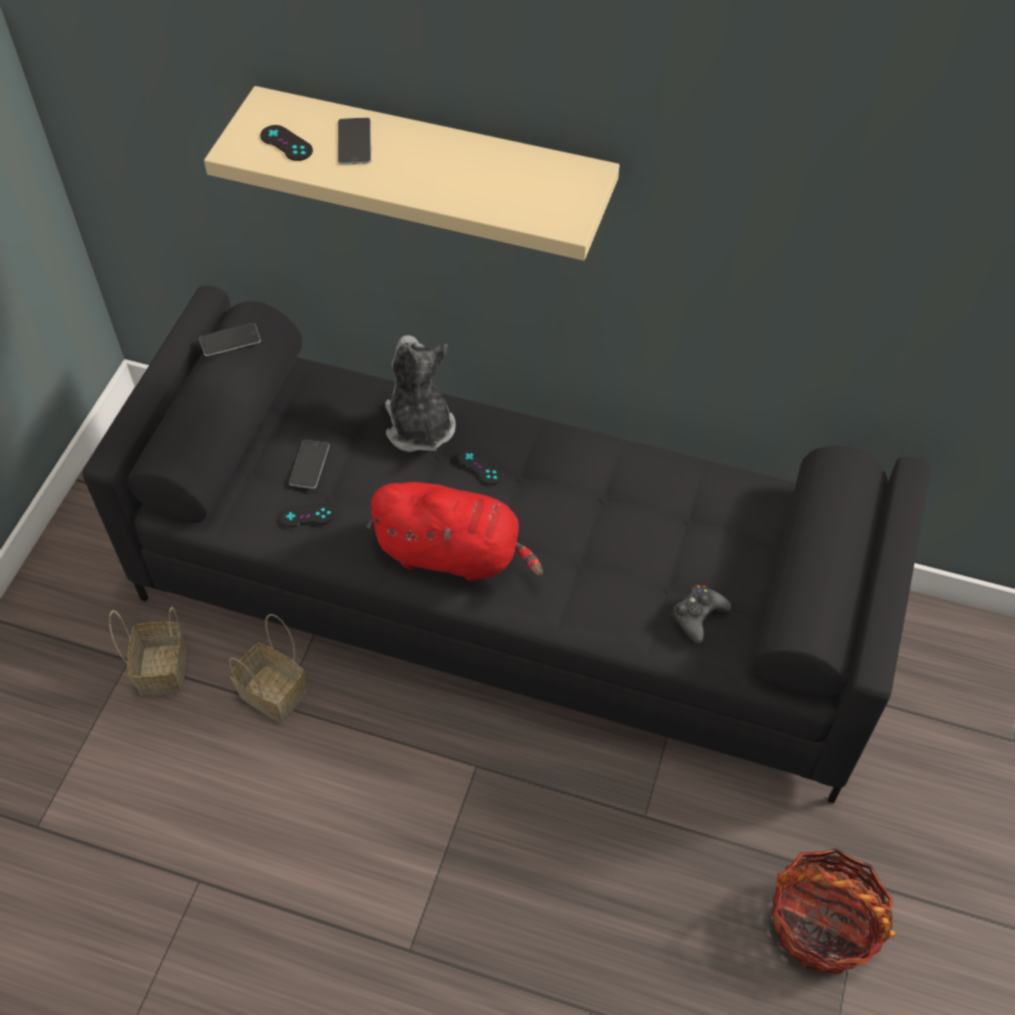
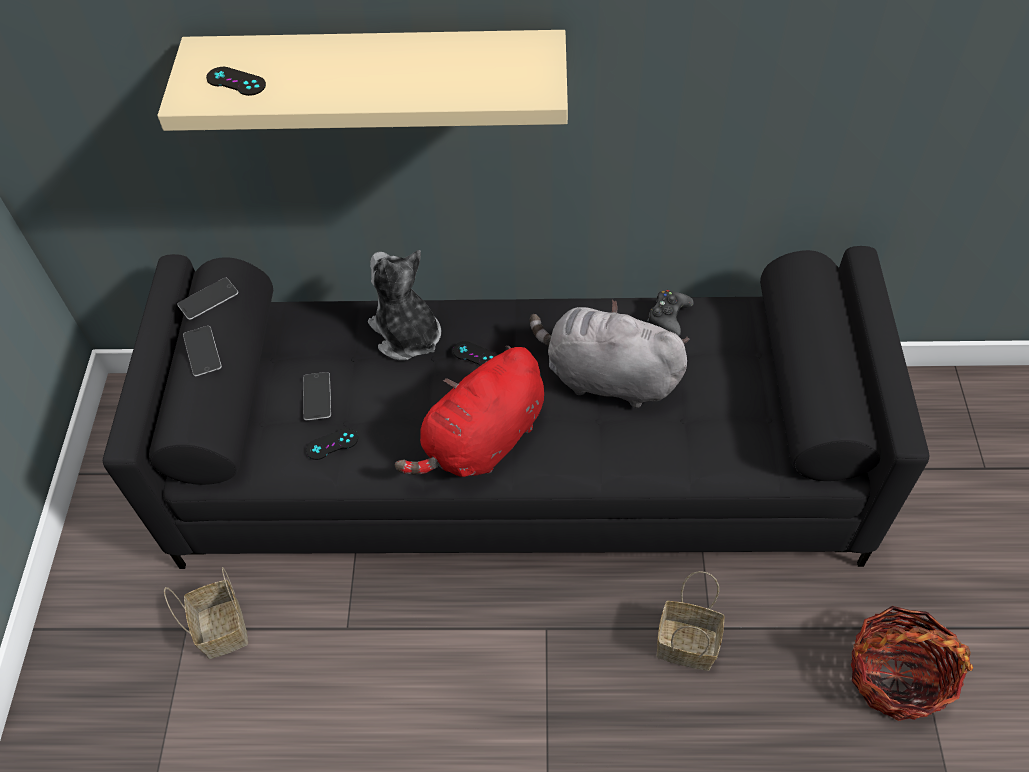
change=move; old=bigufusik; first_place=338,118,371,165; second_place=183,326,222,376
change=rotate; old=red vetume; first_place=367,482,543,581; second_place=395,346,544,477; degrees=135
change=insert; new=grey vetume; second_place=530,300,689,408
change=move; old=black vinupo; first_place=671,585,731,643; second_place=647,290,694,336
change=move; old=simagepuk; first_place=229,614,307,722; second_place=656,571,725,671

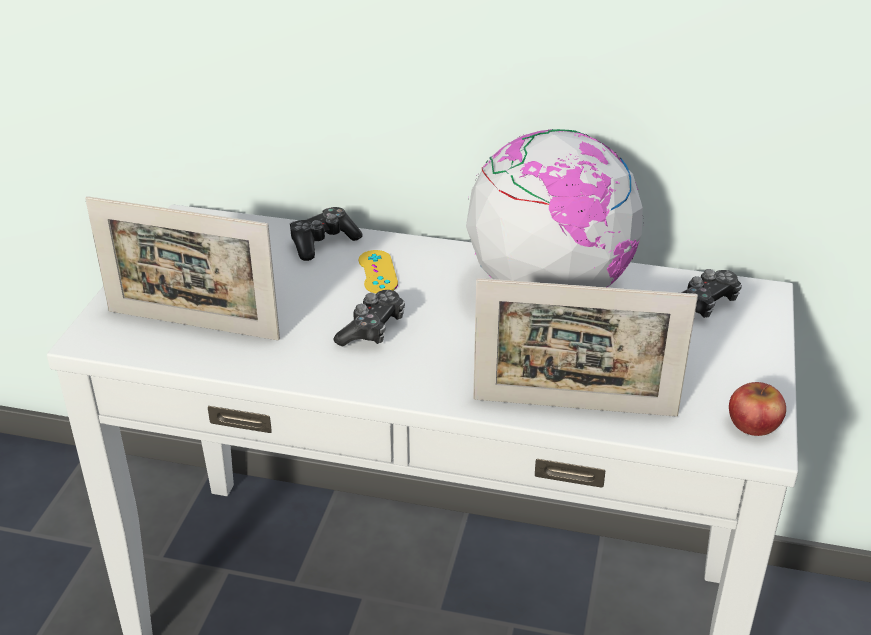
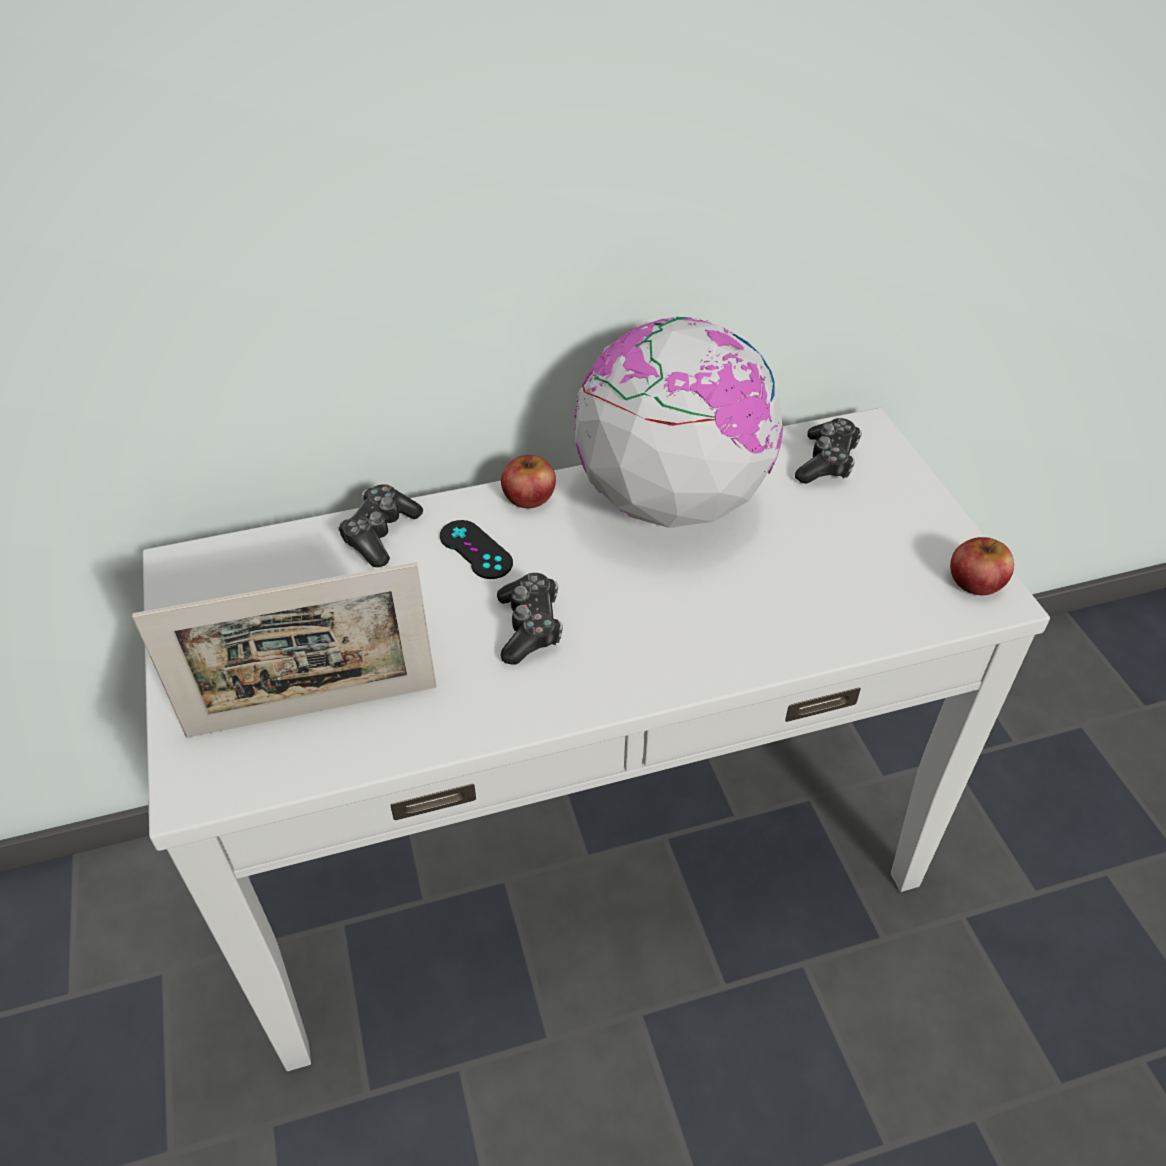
change=recolor; old=yellow vinupo; new=black vinupo; first_place=359,250,398,294; second_place=440,520,513,579
change=insert; new=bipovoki; second_place=501,455,556,508
change=delete; old=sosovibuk; first_place=473,278,698,417

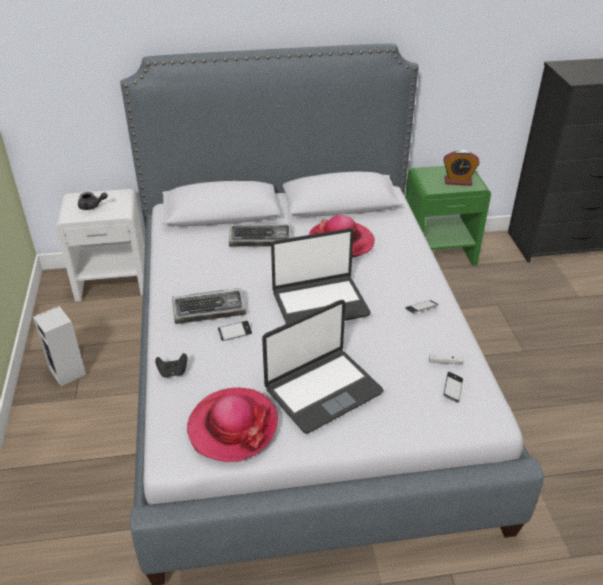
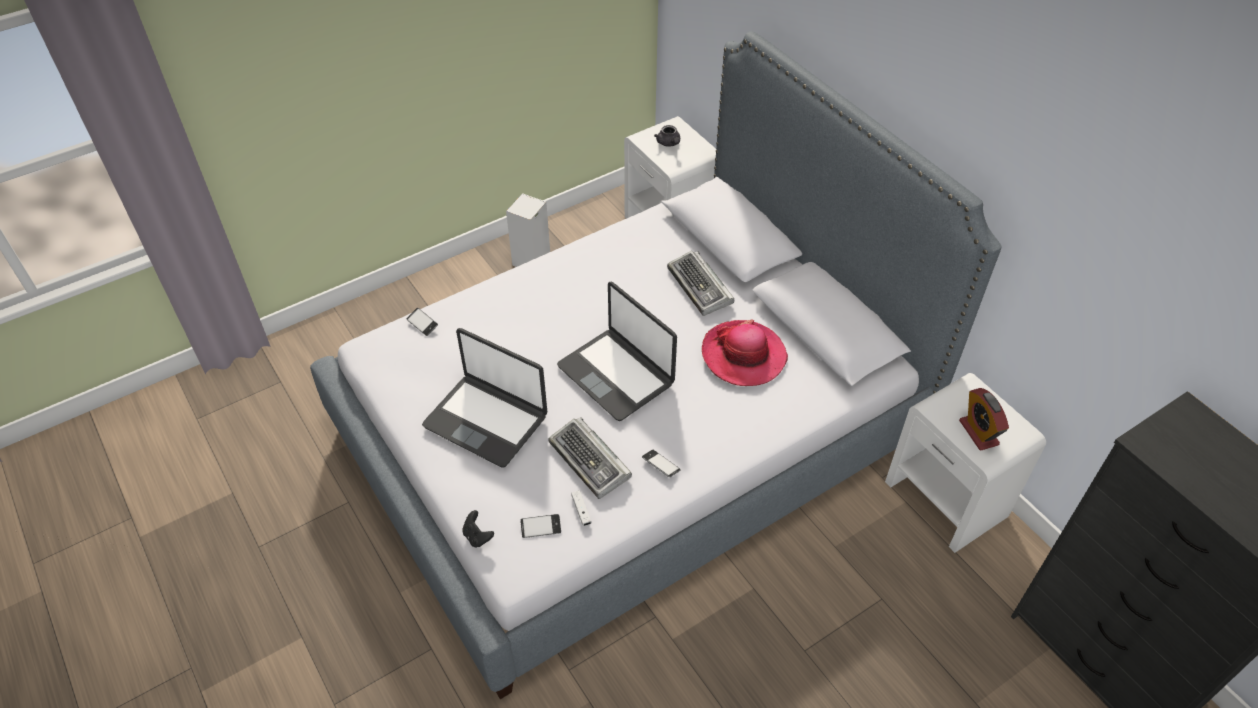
change=move; old=bigufusik; first_place=218,321,252,341; second_place=407,308,438,336
change=move; old=black vinupo; first_place=155,353,187,378; second_place=462,510,494,548
change=move; old=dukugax; first_place=172,288,246,324; second_place=548,417,632,499
change=recolor; old=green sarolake; new=white sarolake; first_place=405,166,491,266; second_place=885,373,1046,553
change=delete; old=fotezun; first_place=187,388,278,462

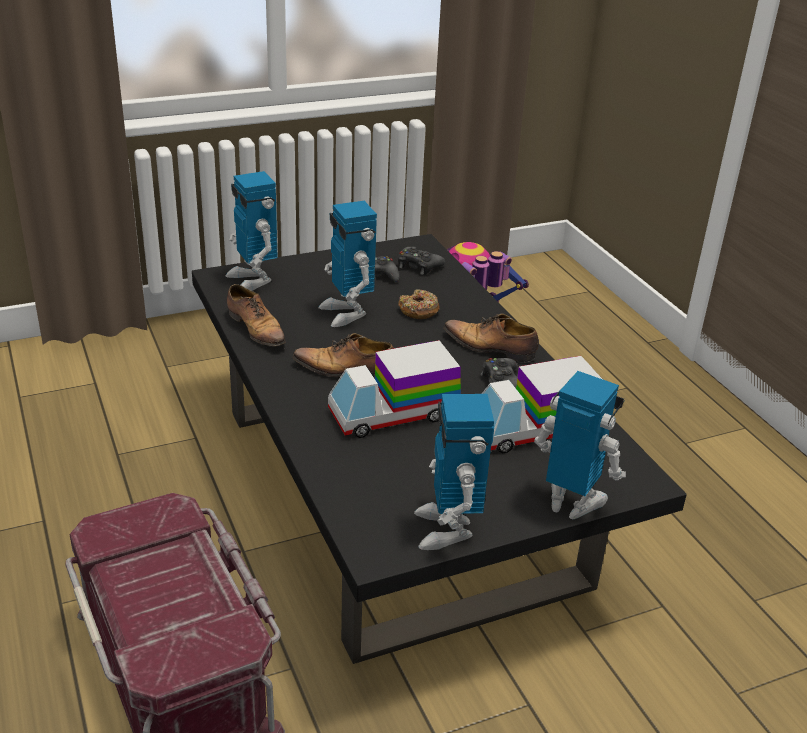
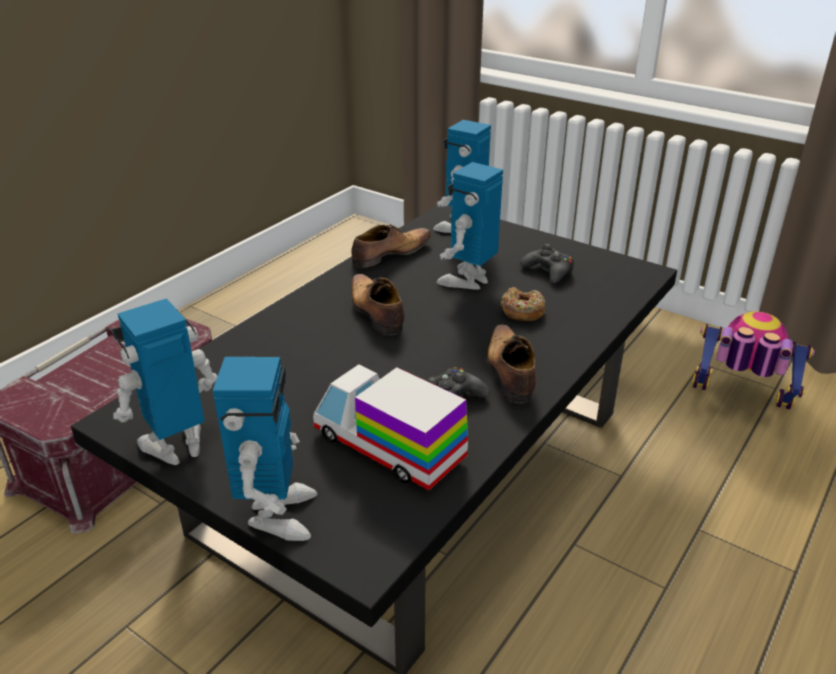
change=rotate; old=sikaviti; first_place=227,284,286,346; second_place=352,224,432,268; degrees=-150
change=delete; old=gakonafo; first_place=328,340,461,438
change=delete; old=black vinupo; first_place=398,246,445,275

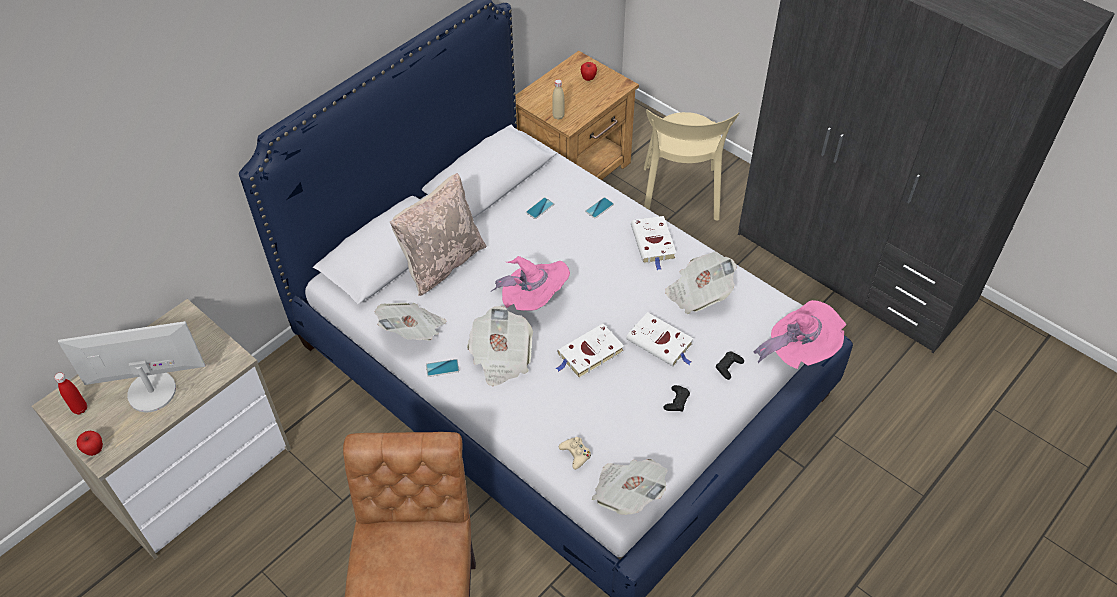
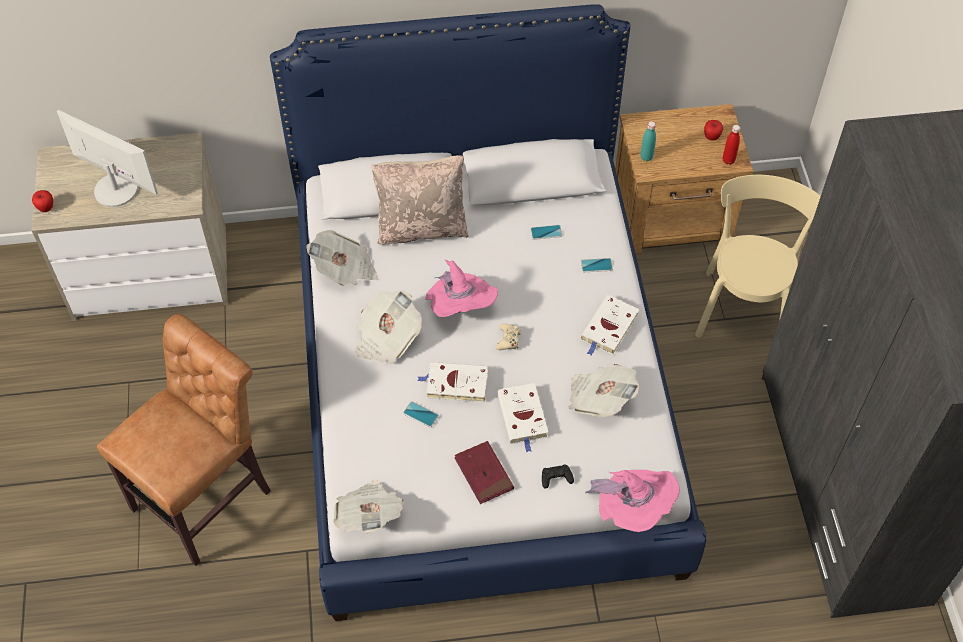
change=move; old=bigufusik; first_place=426,359,459,377; second_place=403,401,439,427
change=replace; old=black vinupo; new=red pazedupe; first_place=664,385,690,412; second_place=454,441,514,504
change=move; old=beige vinupo; first_place=559,437,591,470; second_place=496,324,521,350
change=recolor; old=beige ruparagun; new=turquoise ruparagun; first_place=552,79,565,120; second_place=640,121,656,161
change=rotate; old=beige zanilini; first_place=644,109,739,221; second_place=695,175,821,337; degrees=150
change=move; old=red ruparagun; first_place=54,373,87,415; second_place=723,125,740,165

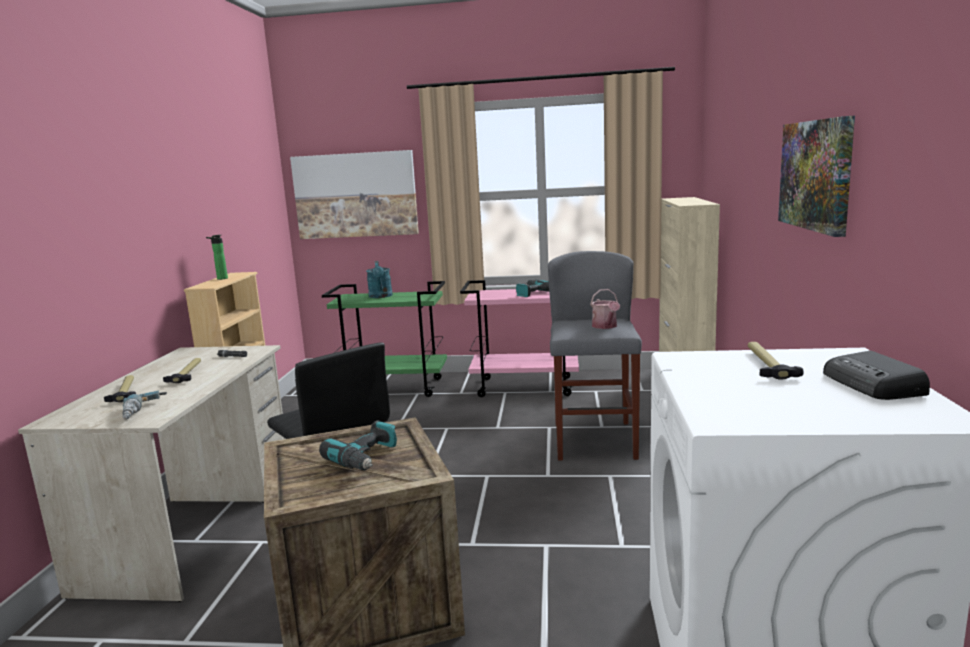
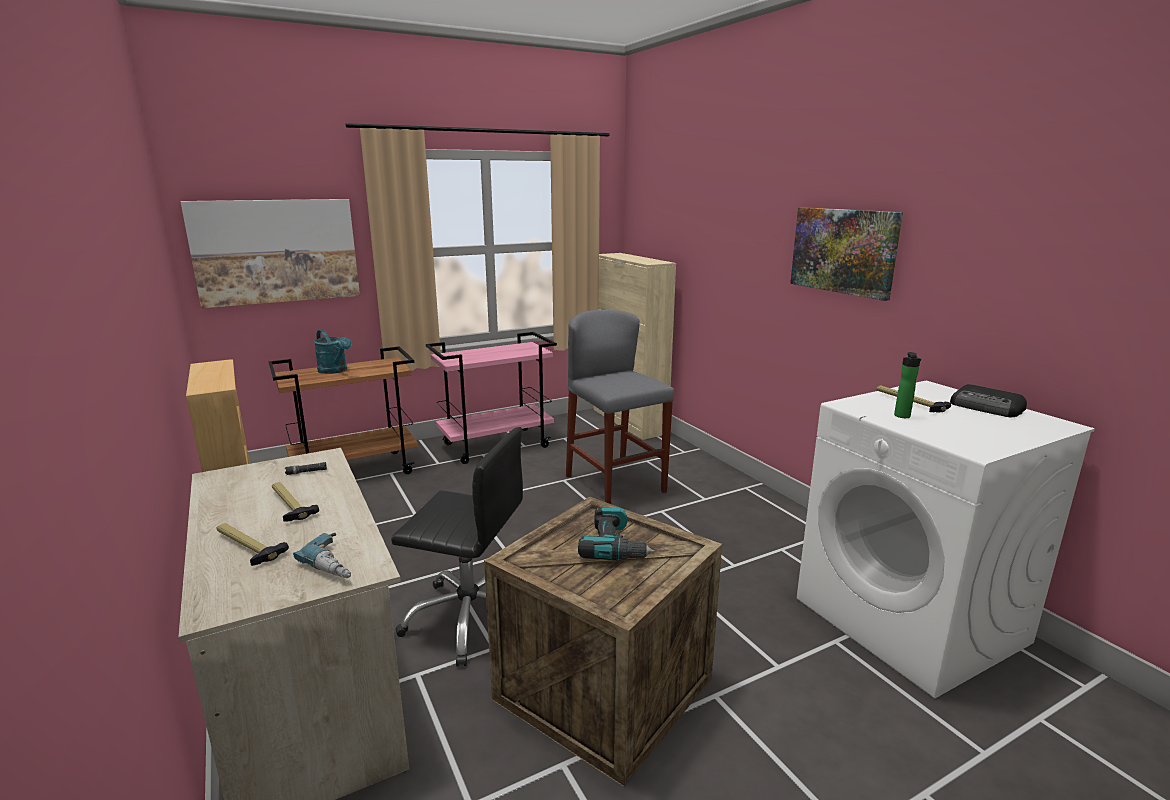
change=recolor; old=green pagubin; new=brown pagubin; first_place=322,281,447,397; second_place=268,346,418,474
change=move; old=ruparagun; first_place=206,235,228,280; second_place=894,352,921,418
change=delete; old=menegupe; first_place=516,280,549,297
change=delete; old=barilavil; first_place=590,289,620,329

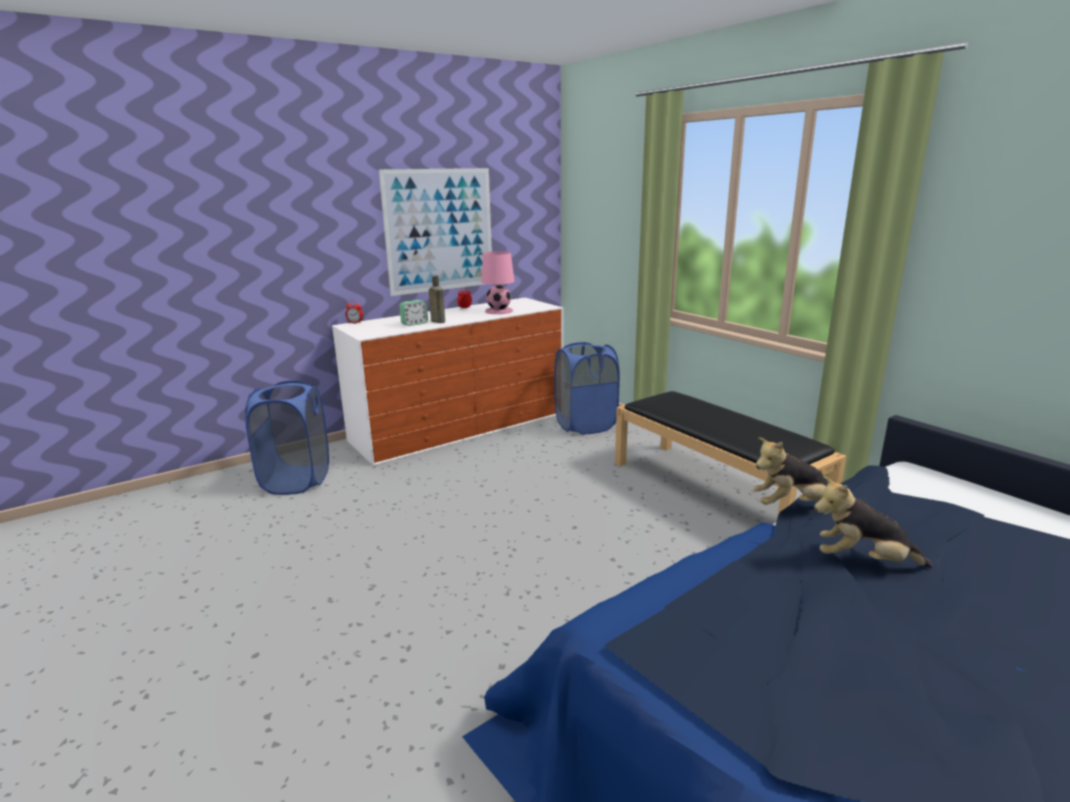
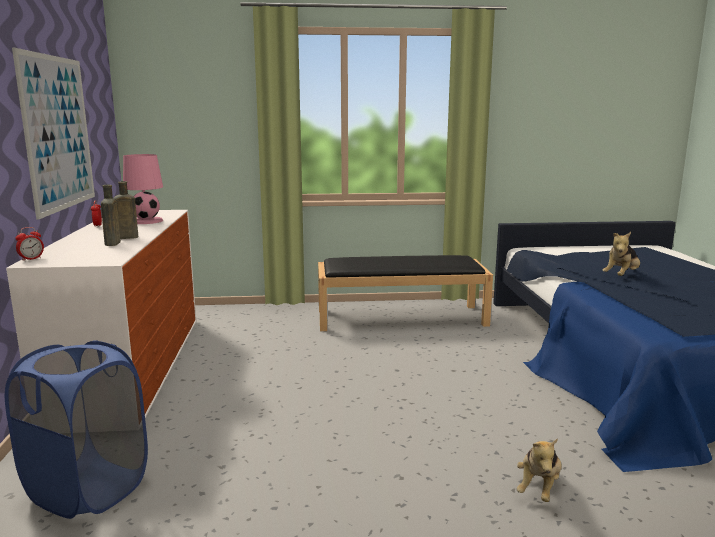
change=replace; old=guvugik; new=brown ruparagun; first_place=399,300,428,326; second_place=101,185,121,246
change=move; old=vetume; first_place=754,437,828,505; second_place=516,438,562,502
change=delete; old=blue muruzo; first_place=554,342,620,434

